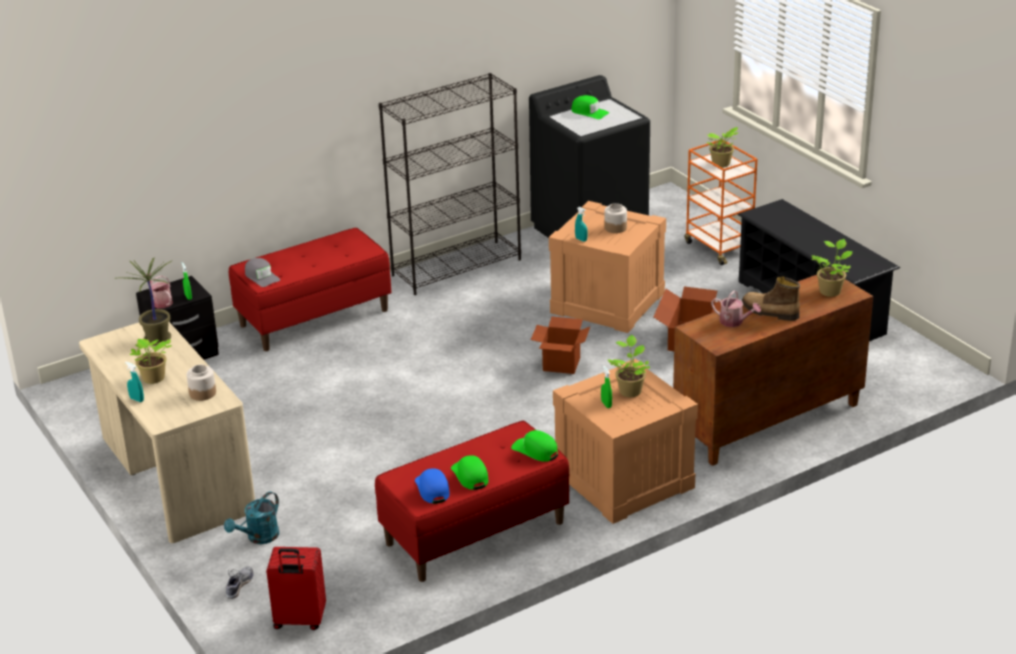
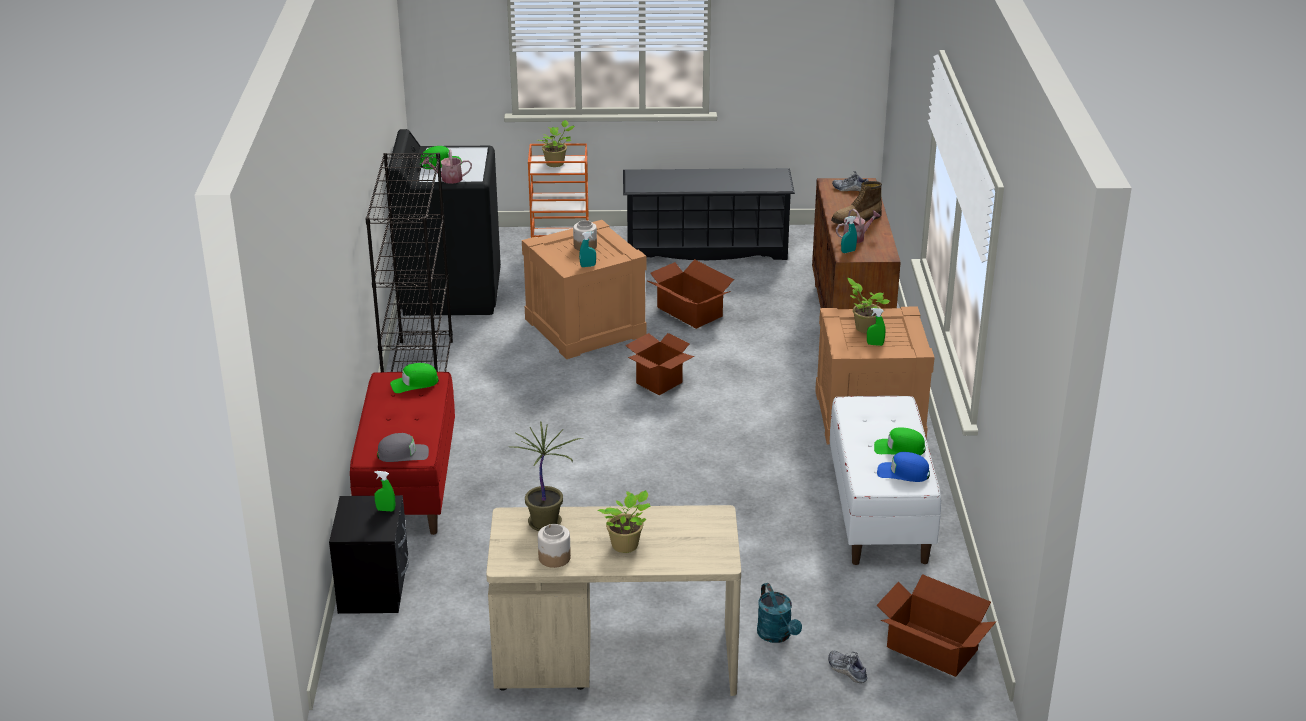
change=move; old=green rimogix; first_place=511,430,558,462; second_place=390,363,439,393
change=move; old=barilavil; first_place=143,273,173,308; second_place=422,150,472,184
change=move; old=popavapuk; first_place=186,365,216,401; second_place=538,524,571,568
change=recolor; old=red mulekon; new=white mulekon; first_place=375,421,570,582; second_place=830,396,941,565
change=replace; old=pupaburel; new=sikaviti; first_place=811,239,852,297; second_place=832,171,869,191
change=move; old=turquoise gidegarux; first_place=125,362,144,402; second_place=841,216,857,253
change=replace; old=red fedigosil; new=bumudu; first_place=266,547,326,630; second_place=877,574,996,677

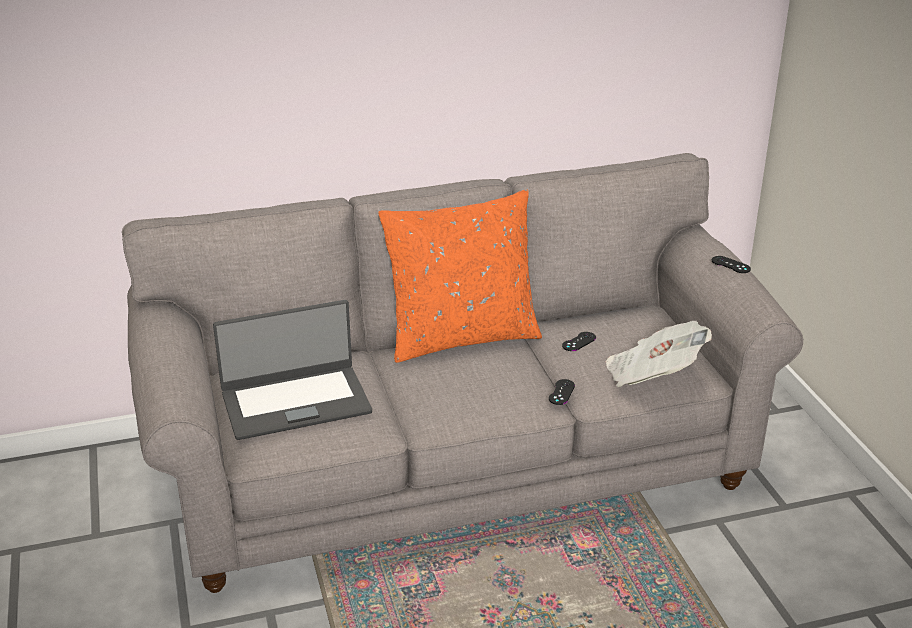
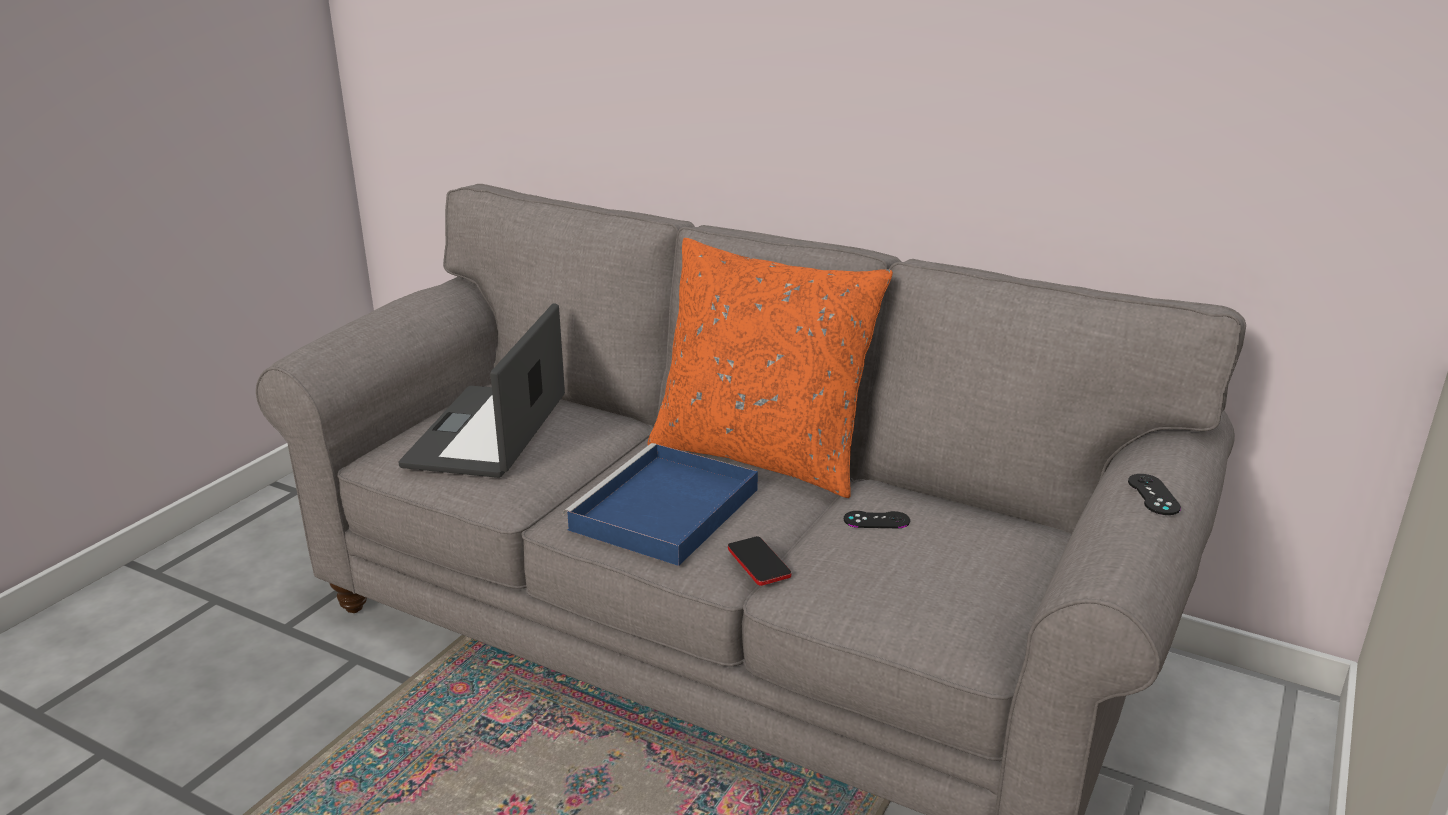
change=rotate; old=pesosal; first_place=213,300,372,440; second_place=398,303,565,478; degrees=75
change=insert; new=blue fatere; second_place=563,443,758,566
change=replace; old=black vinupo; new=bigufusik; first_place=549,379,575,405; second_place=728,536,791,586
change=delete; old=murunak; first_place=605,321,712,387

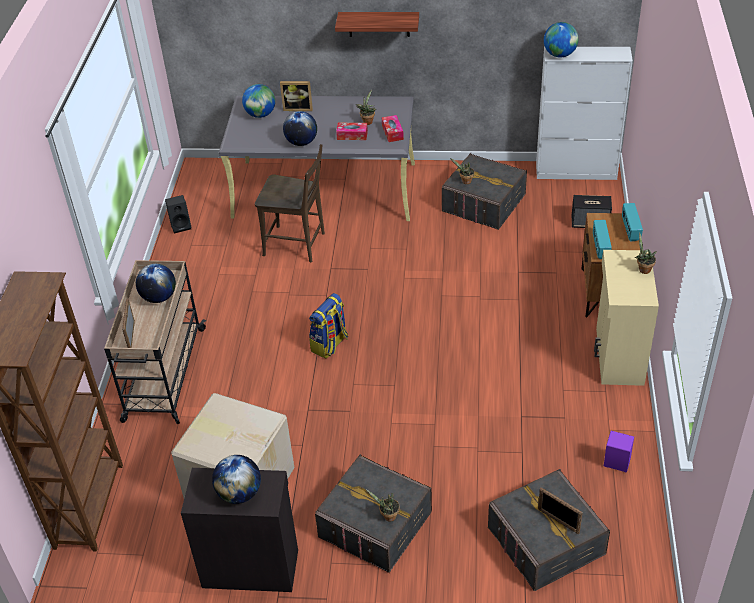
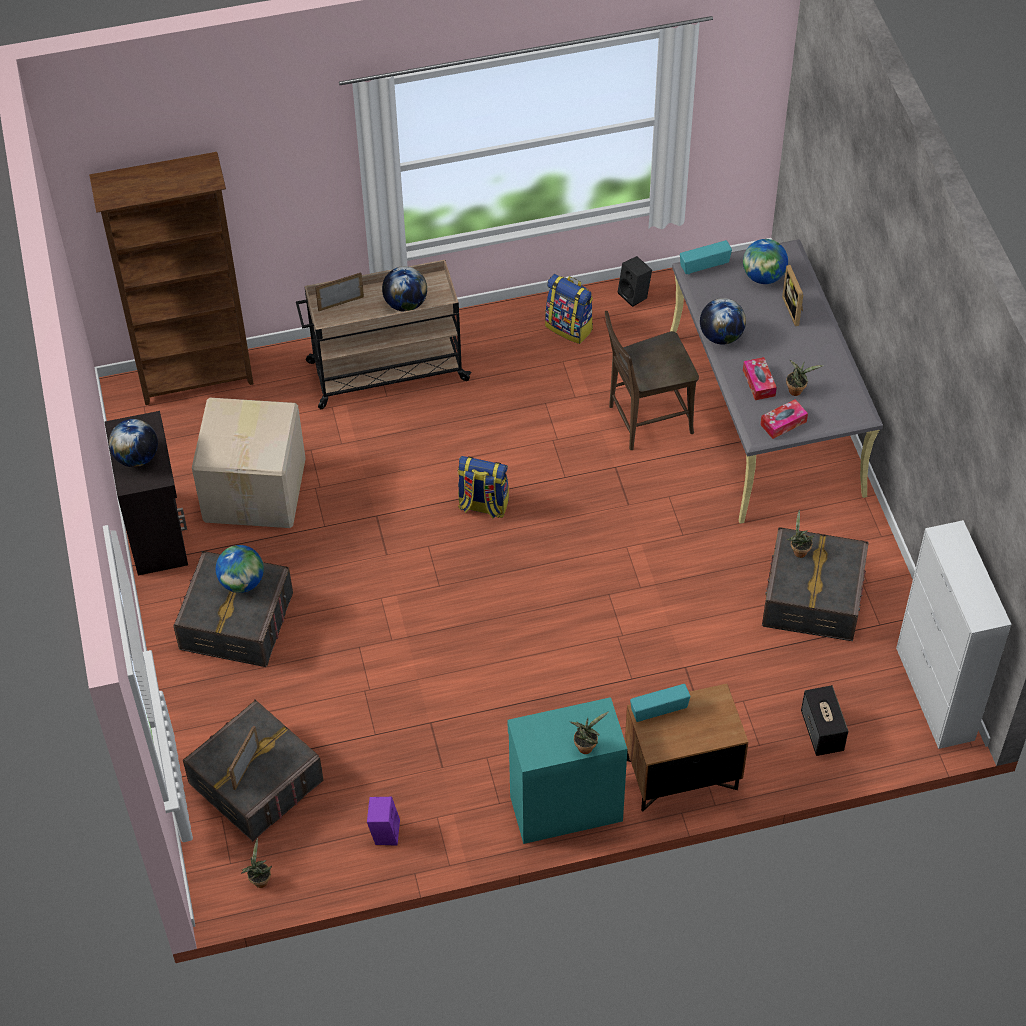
change=move; old=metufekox; first_place=544,22,578,57; second_place=216,545,264,593
change=move; old=pupaburel; first_place=366,490,400,522; second_place=241,838,272,888
change=recolor; old=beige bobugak; new=turquoise bobugak; first_place=594,250,659,386; second_place=507,697,627,844
change=insert; new=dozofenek; second_place=545,274,593,344
change=rotate; old=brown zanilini; first_place=255,144,325,262; second_place=605,311,699,450; degrees=75
change=move; old=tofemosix; first_place=622,203,643,242; second_place=680,240,732,275
change=delete; old=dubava; first_place=335,12,419,37

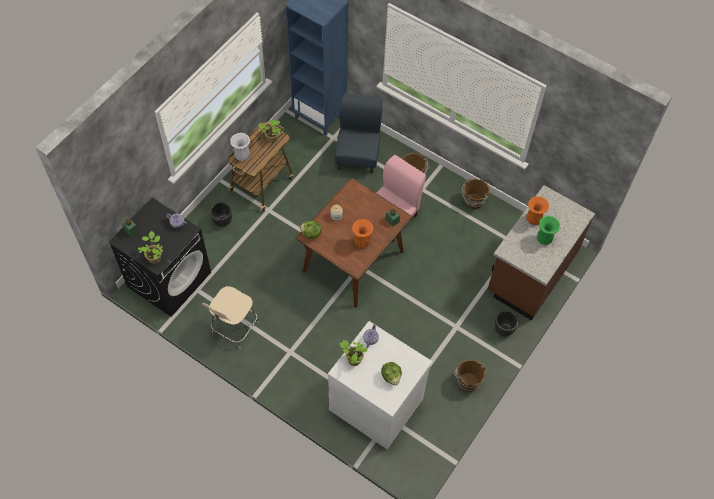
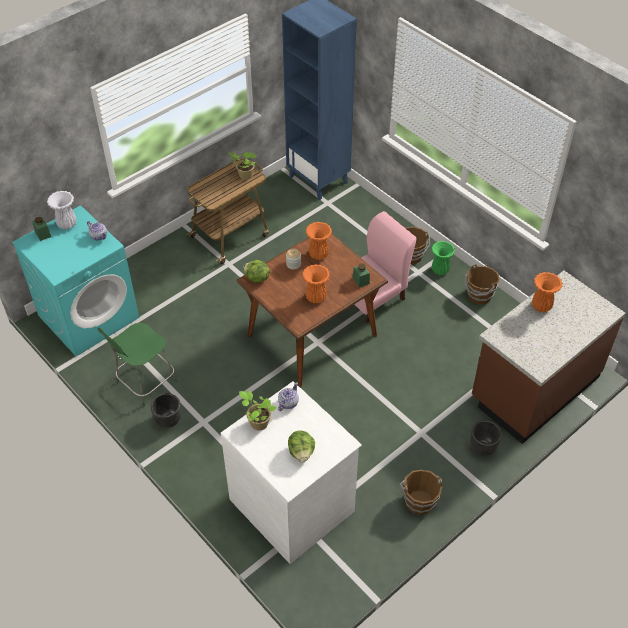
change=recolor; old=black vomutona; new=turquoise vomutona; first_place=108,198,211,317; second_place=12,205,139,357
change=move; old=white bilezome; first_place=230,133,250,161; second_place=47,191,76,230
change=recolor; old=beige zanilini; new=green zanilini; first_place=202,286,259,349; second_place=98,323,177,407
change=move; old=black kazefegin; first_place=210,202,232,227; second_place=151,393,181,428
change=insert; new=orange bilezome; second_place=306,222,332,260
change=move; old=green bilezome; first_place=537,216,560,245; second_place=431,241,455,275
change=delete; old=pupaburel; first_place=138,231,163,264
change=delete; old=blue zanilini; first_place=335,93,382,173

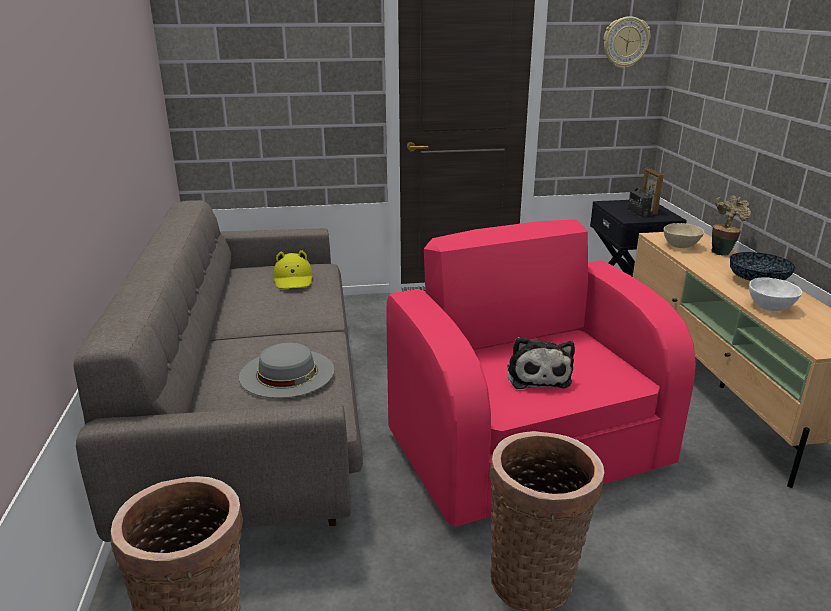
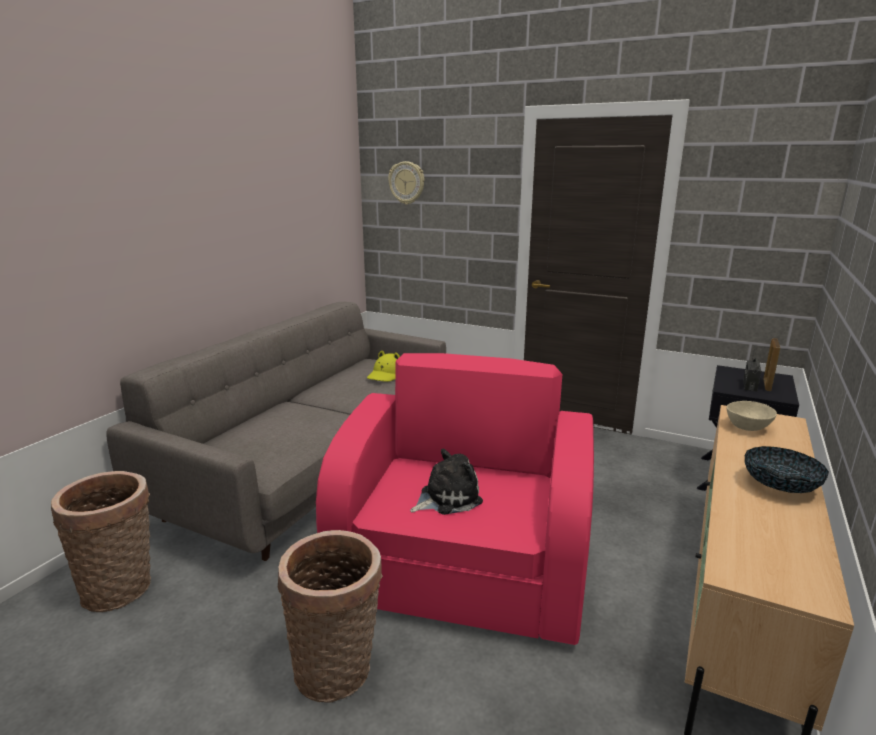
change=move; old=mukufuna; first_place=603,16,650,69; second_place=388,161,425,205
change=rotate; old=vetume; first_place=507,337,575,389; second_place=410,449,483,515; degrees=-150
change=delete; old=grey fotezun; first_place=239,343,334,398
change=delete; old=pupaburel; first_place=711,195,751,256
change=delete; old=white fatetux; first_place=749,277,802,311

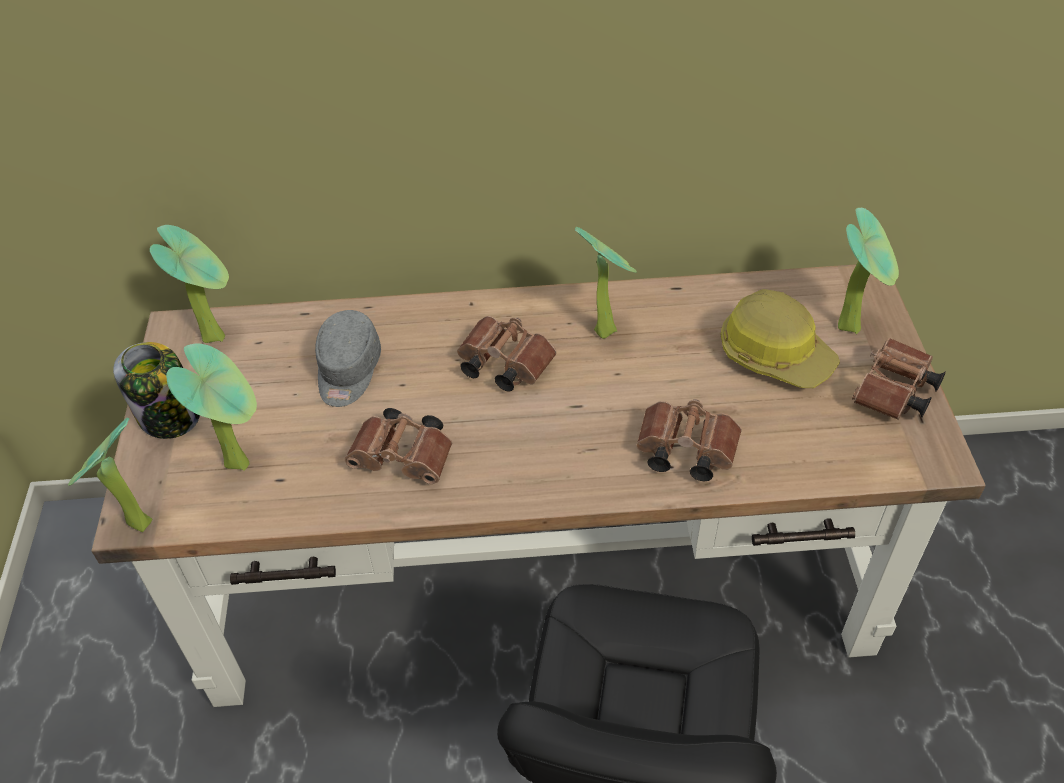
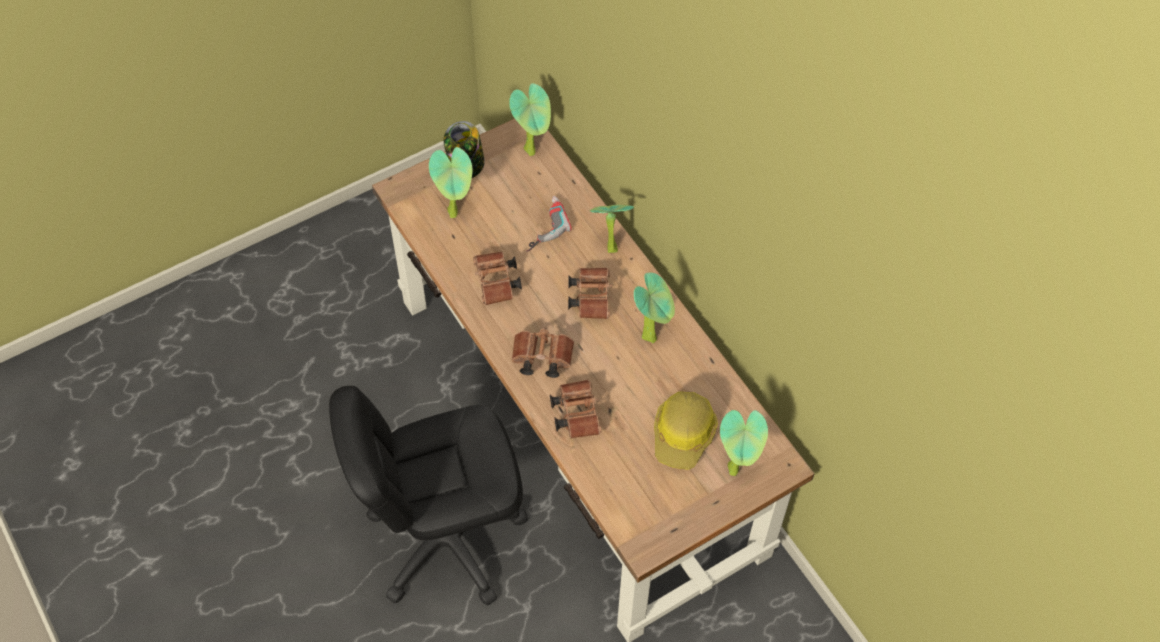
change=move; old=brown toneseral; first_place=852,338,946,420; second_place=512,327,574,378
change=replace; old=grey rimogix; new=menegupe; first_place=315,310,381,407; second_place=526,196,572,252
change=move; old=pupaburel; first_place=68,418,152,532; second_place=590,205,634,253

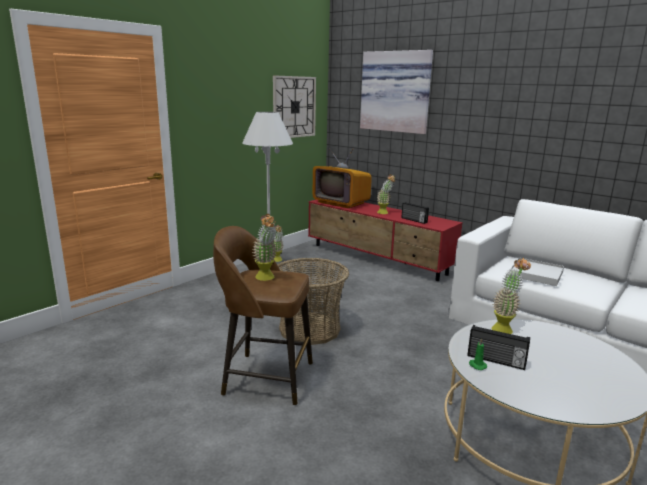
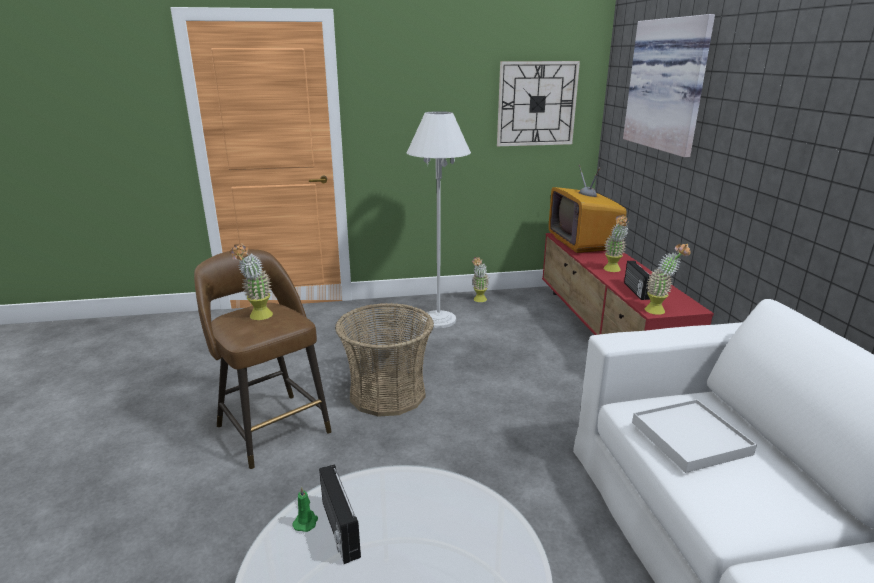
change=move; old=pupaburel; first_place=492,258,531,334; second_place=644,243,691,315

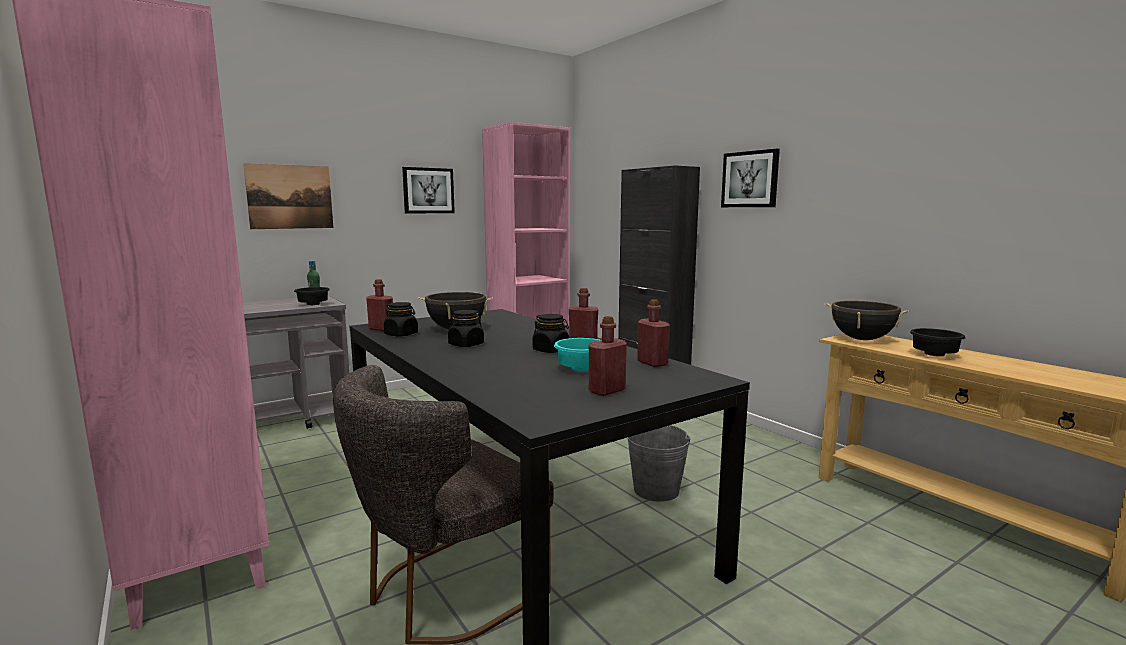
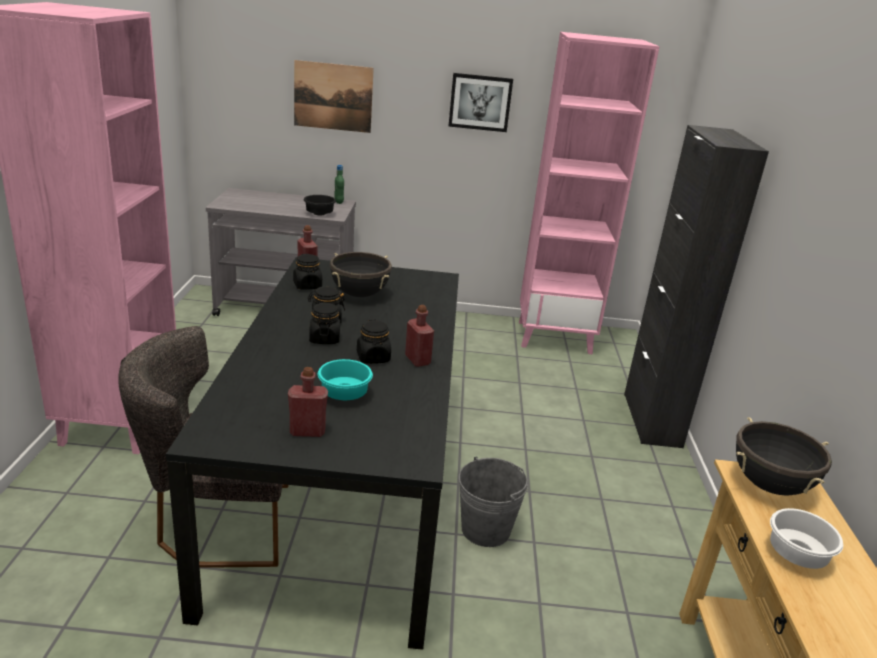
change=insert; new=black popavapuk; second_place=309,303,340,344
change=recolor; old=black fatetux; new=white fatetux; first_place=910,328,966,356; second_place=770,508,843,569
change=delete; old=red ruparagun; first_place=637,299,670,367
change=delete; old=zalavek; first_place=721,149,780,207

